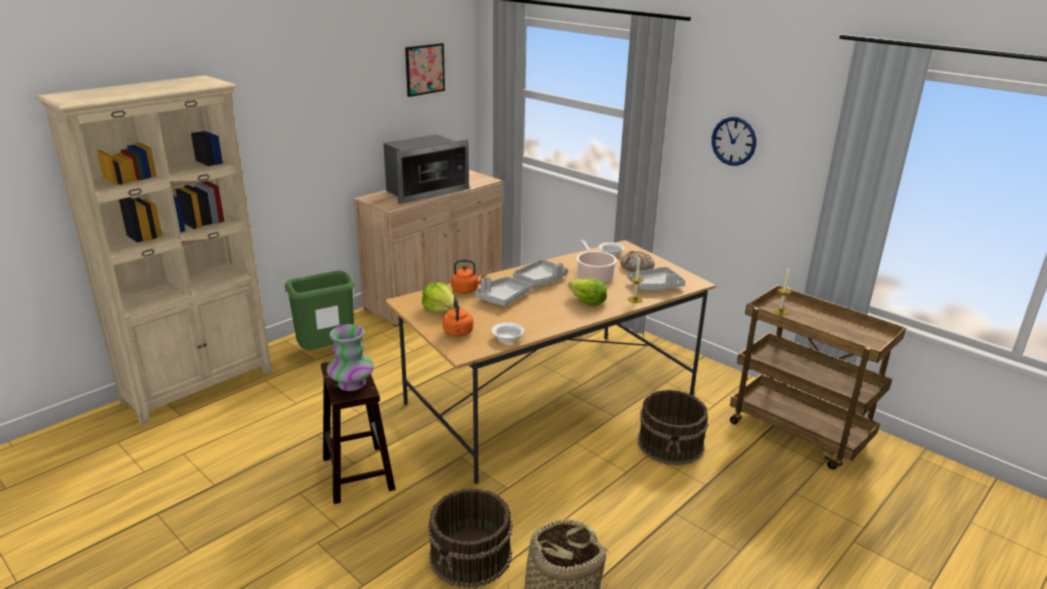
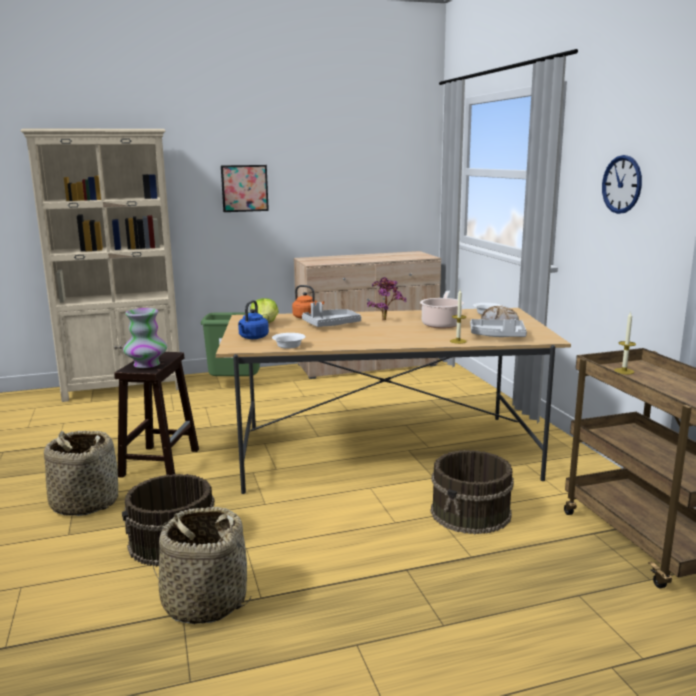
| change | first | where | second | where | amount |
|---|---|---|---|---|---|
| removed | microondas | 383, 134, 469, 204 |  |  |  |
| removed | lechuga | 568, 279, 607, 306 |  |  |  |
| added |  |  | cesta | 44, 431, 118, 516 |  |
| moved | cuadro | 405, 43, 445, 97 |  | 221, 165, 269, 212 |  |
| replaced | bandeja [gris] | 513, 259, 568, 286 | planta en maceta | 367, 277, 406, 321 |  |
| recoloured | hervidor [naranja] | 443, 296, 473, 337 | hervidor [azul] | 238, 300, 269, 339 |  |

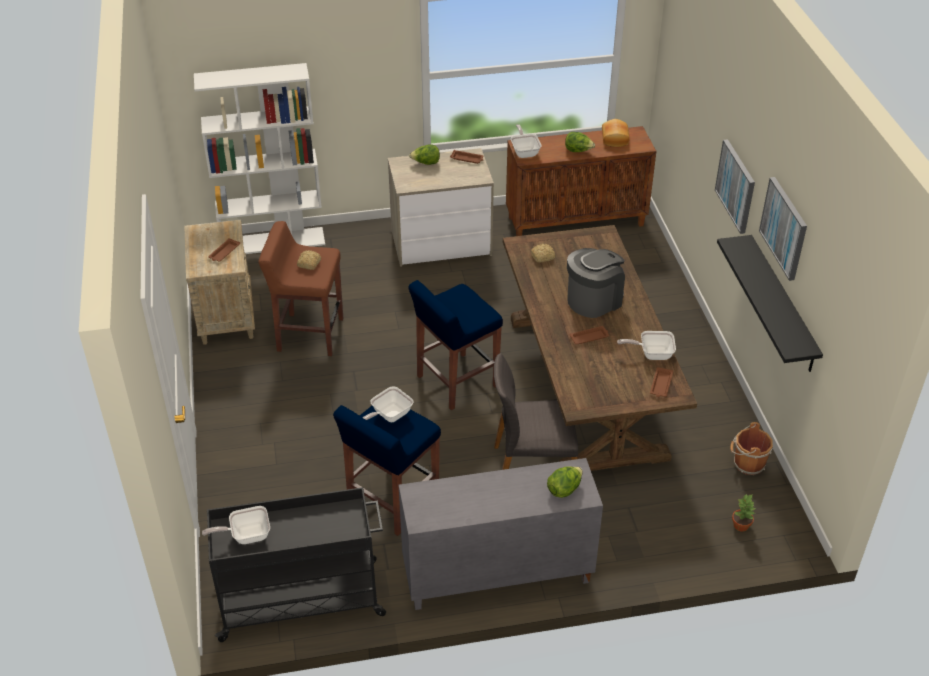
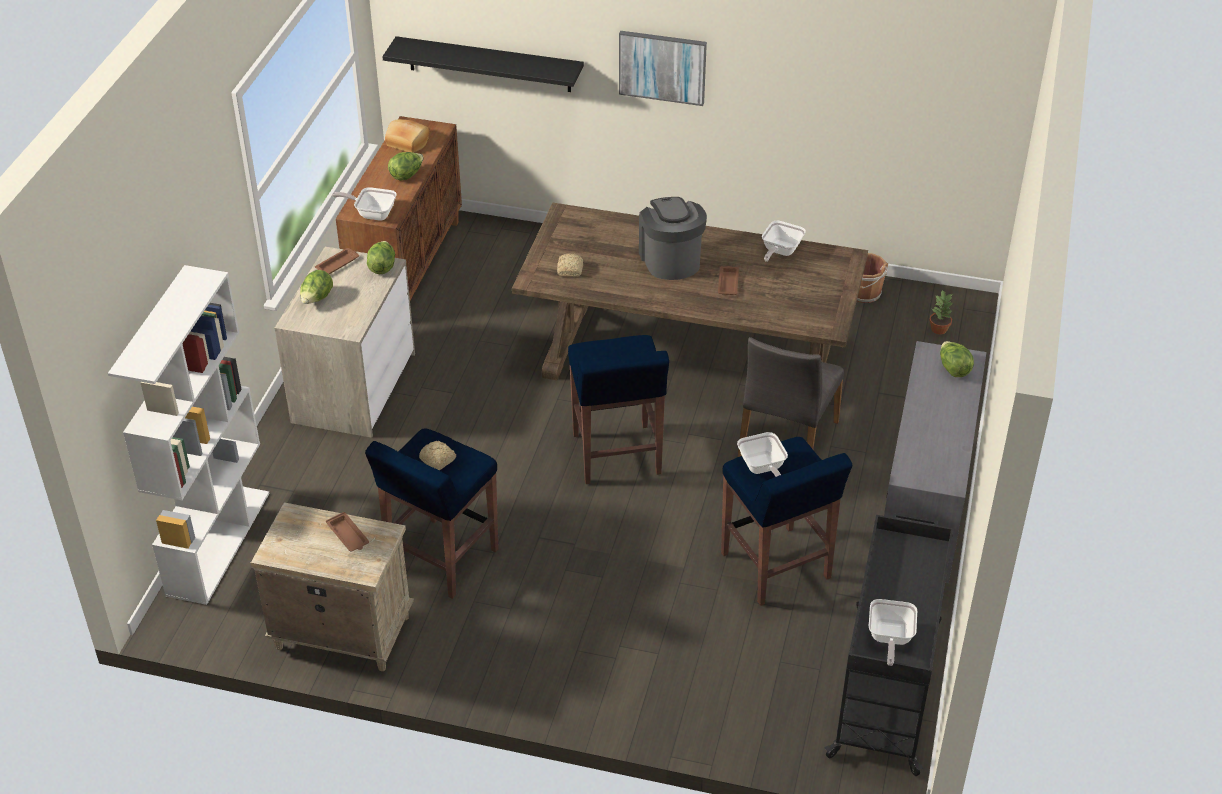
| change | first | where | second | where | amount |
|---|---|---|---|---|---|
| removed | bandeja [marrón] | 650, 367, 673, 397 |  |  |  |
| removed | cuadro | 759, 177, 807, 281 |  |  |  |
| added |  |  | lechuga | 367, 241, 395, 274 |  |
| moved | estante [negro] | 717, 235, 823, 372 |  | 382, 36, 584, 92 |  |
| recoloured | taburete [marrón] | 258, 221, 343, 356 | taburete [azul] | 365, 428, 499, 599 |  |

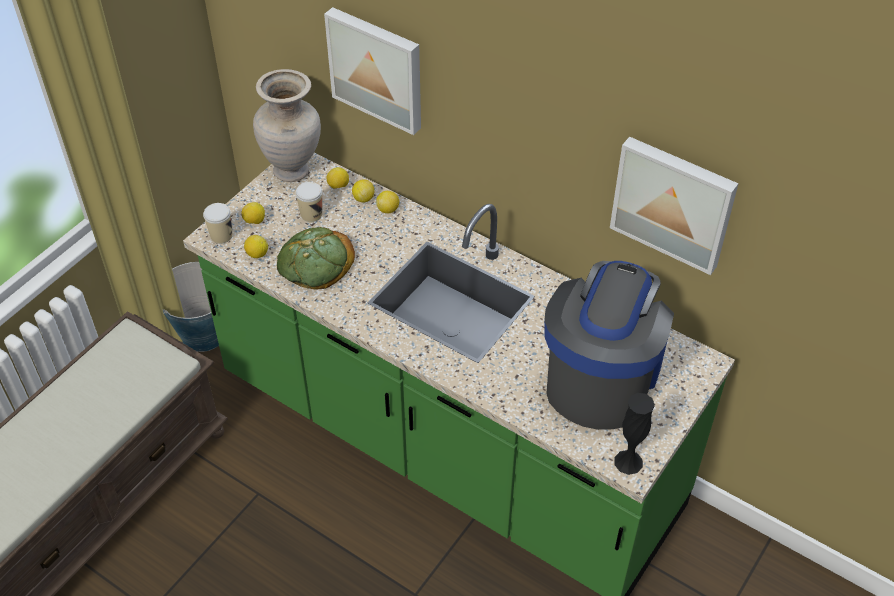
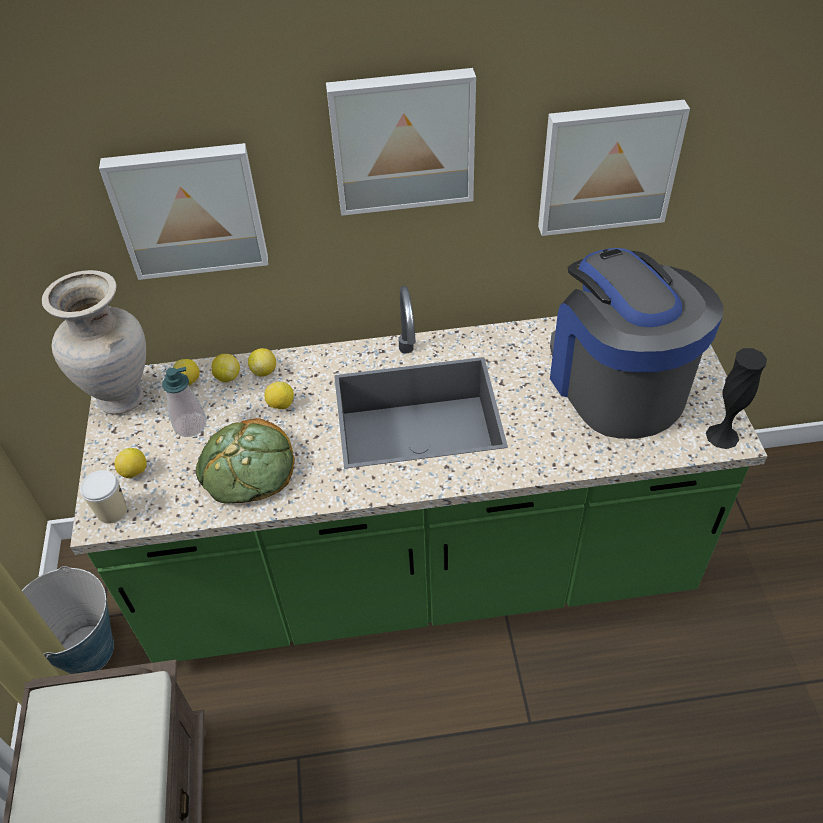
| change | first | where | second | where | amount |
|---|---|---|---|---|---|
| added |  |  | cuadro | 326, 68, 476, 216 |  |
| moved | limón | 244, 235, 268, 258 |  | 264, 382, 294, 409 |  |
| replaced | taza | 295, 182, 322, 222 | dispensador de jabón | 162, 367, 206, 437 |  |

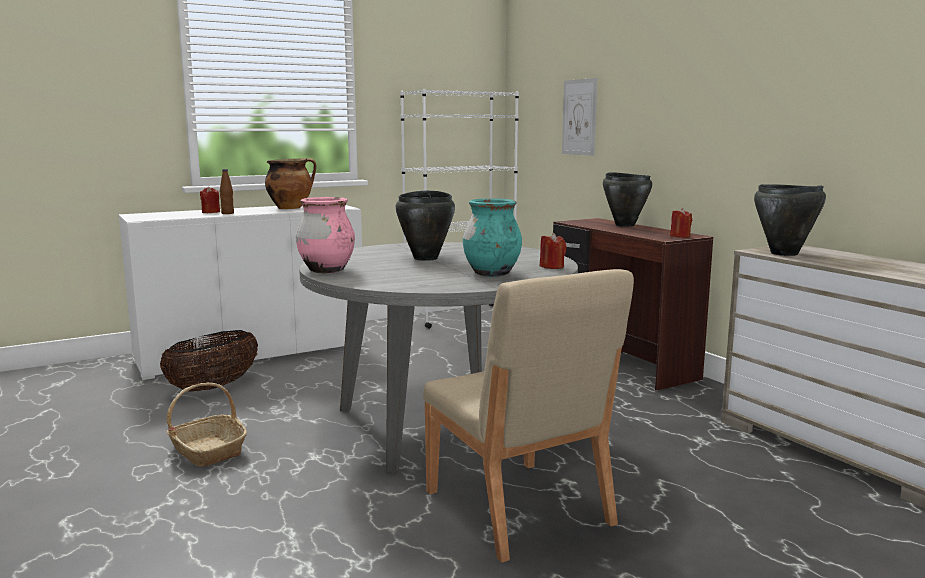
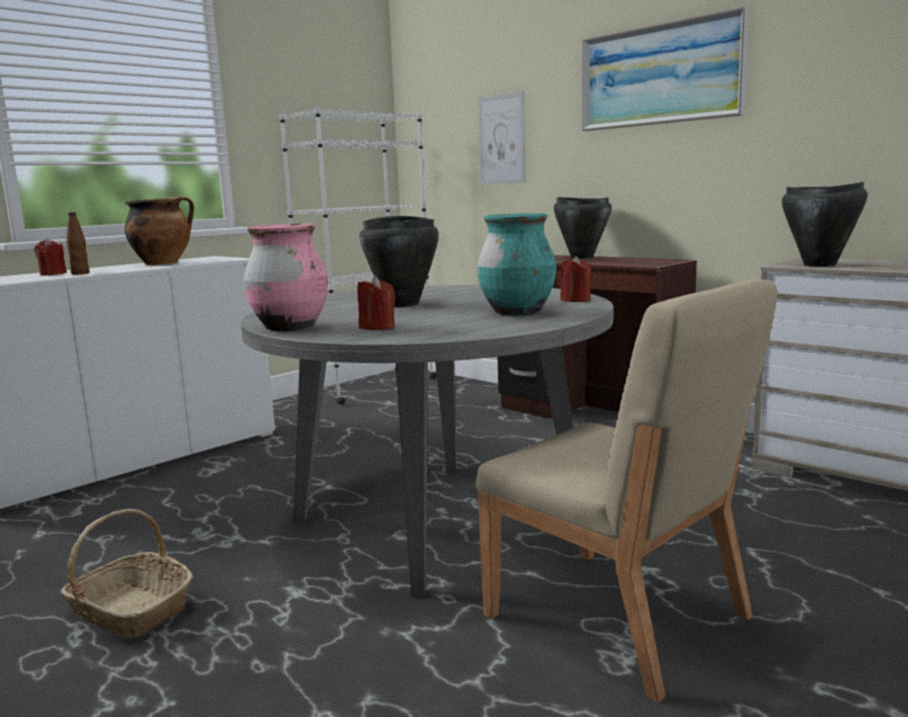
| change | first | where | second | where | amount |
|---|---|---|---|---|---|
| removed | cesta | 160, 330, 258, 392 |  |  |  |
| added |  |  | cuadro | 582, 6, 749, 131 |  |
| moved | vela [rojo] | 670, 208, 692, 238 |  | 358, 276, 396, 330 |  |

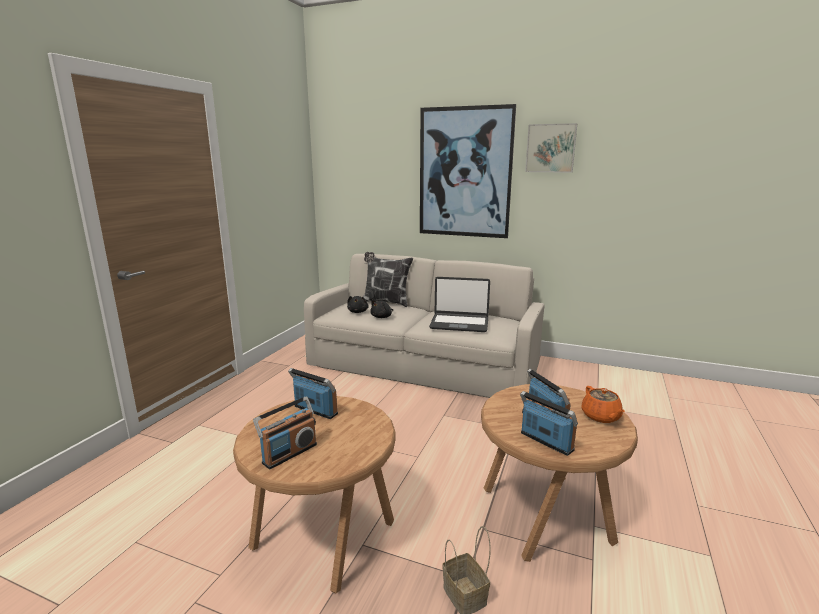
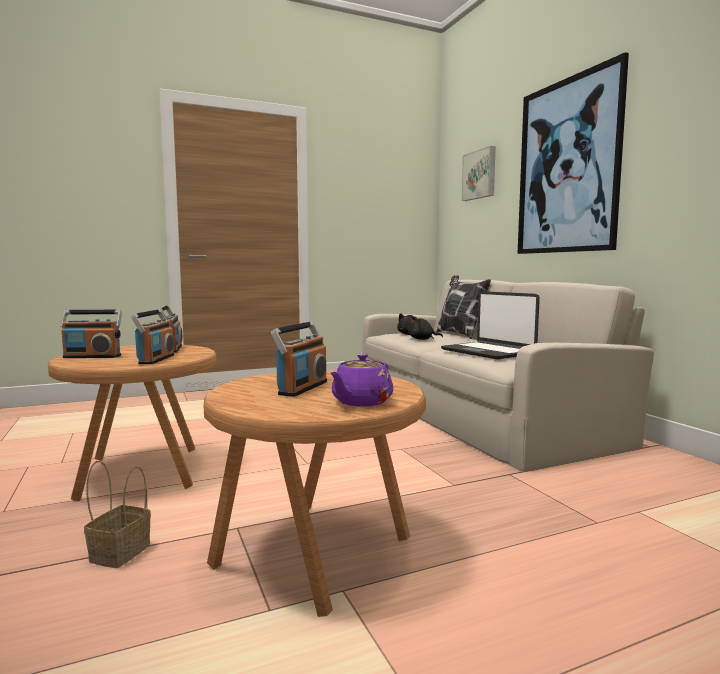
| change | first | where | second | where | amount |
|---|---|---|---|---|---|
| moved | radio | 520, 391, 578, 456 |  | 131, 309, 174, 364 |  |
| moved | cuadro | 525, 123, 577, 173 |  | 462, 146, 496, 201 |  |
| recoloured | tetera [naranja] | 581, 386, 625, 423 | tetera [morado] | 331, 354, 393, 406 |  |

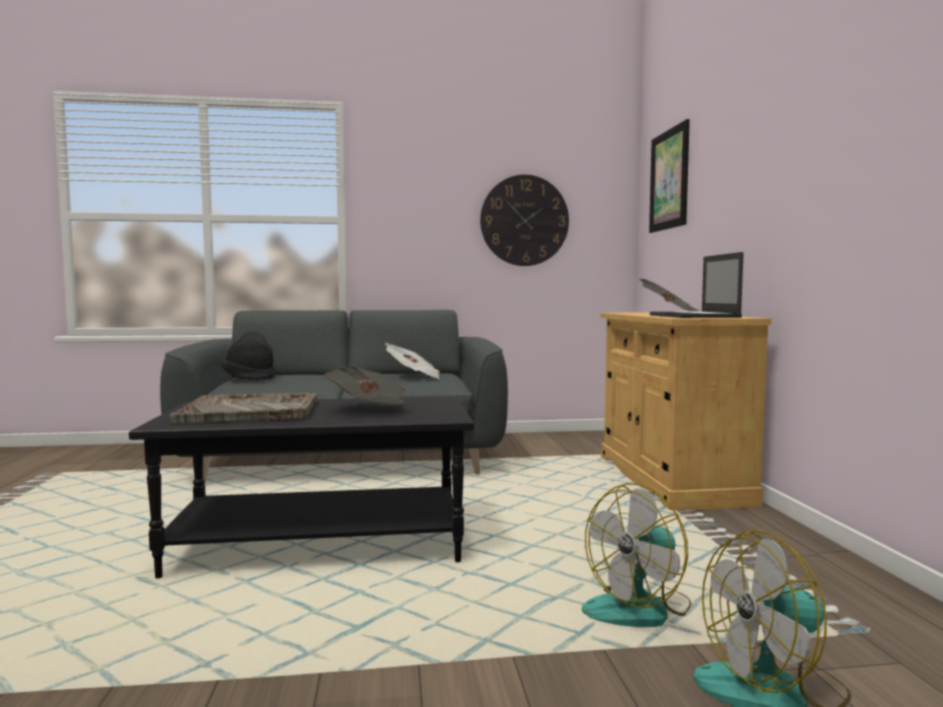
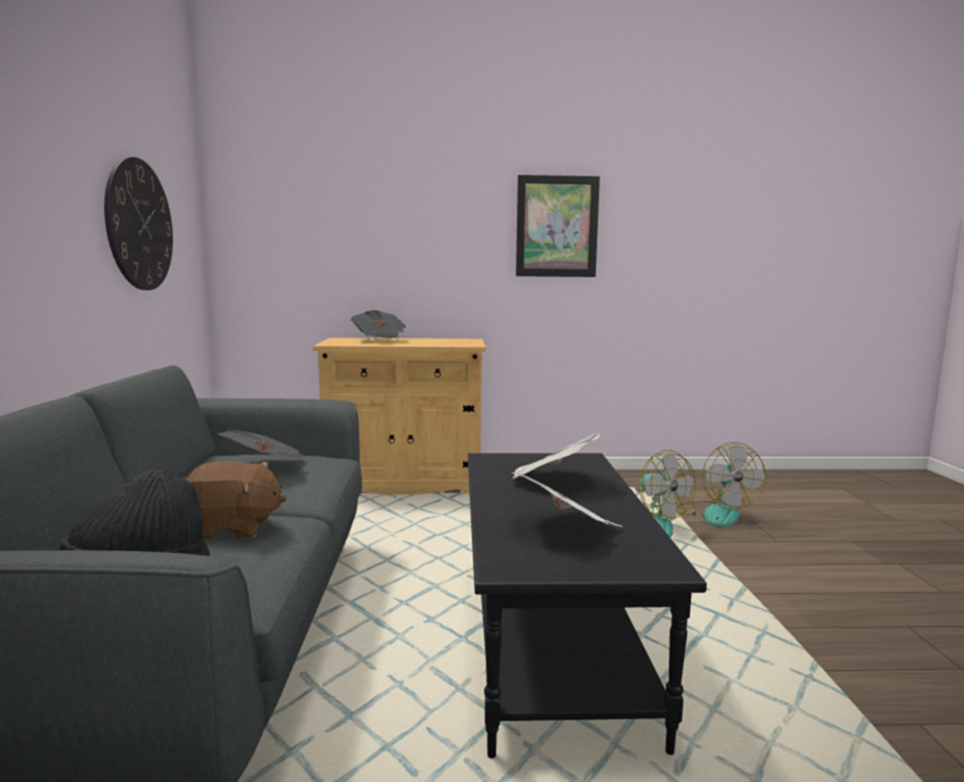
| change | first | where | second | where | amount |
|---|---|---|---|---|---|
| removed | portátil | 650, 252, 744, 318 |  |  |  |
| added |  |  | peluche [marrón] | 185, 461, 287, 539 |  |
| moved | cuadro | 649, 119, 690, 233 |  | 516, 175, 600, 277 |  |
| replaced | bandeja [gris] | 170, 393, 318, 423 | periódico | 512, 472, 622, 526 |  |

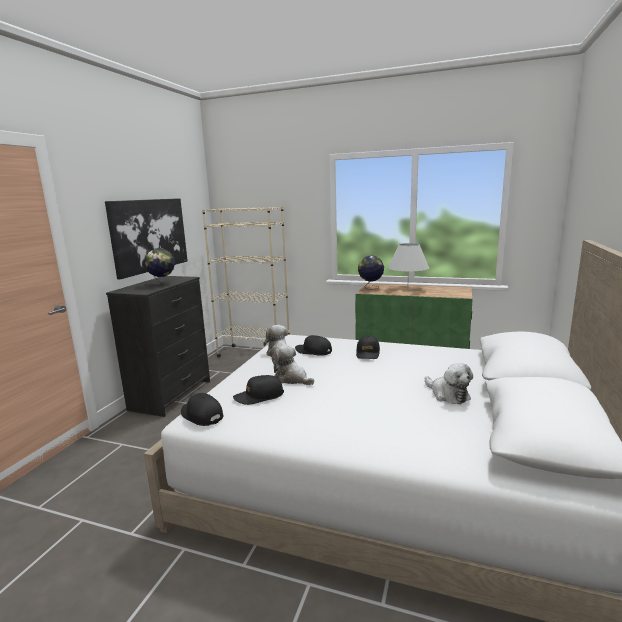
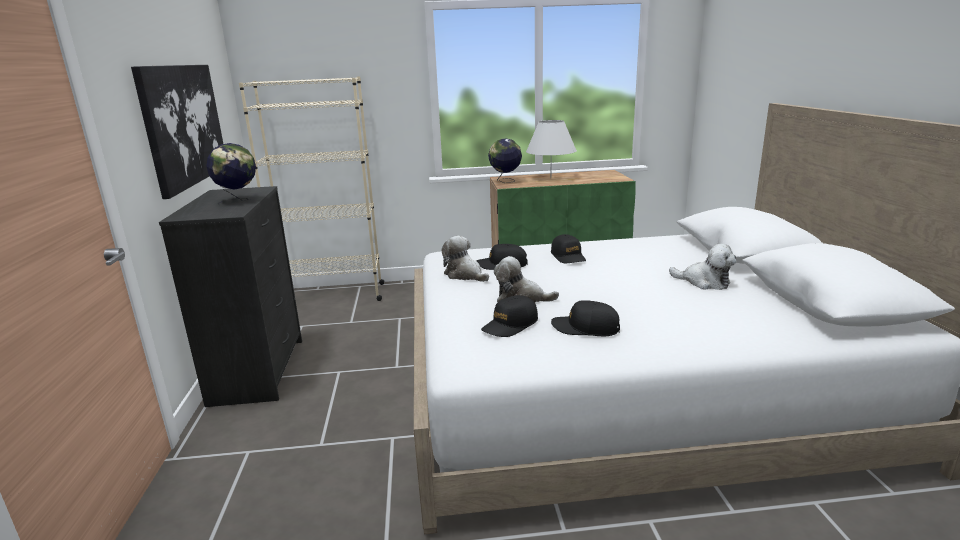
| change | first | where | second | where | amount |
|---|---|---|---|---|---|
| moved | gorra [negro] | 181, 393, 223, 426 |  | 551, 300, 620, 336 |  |

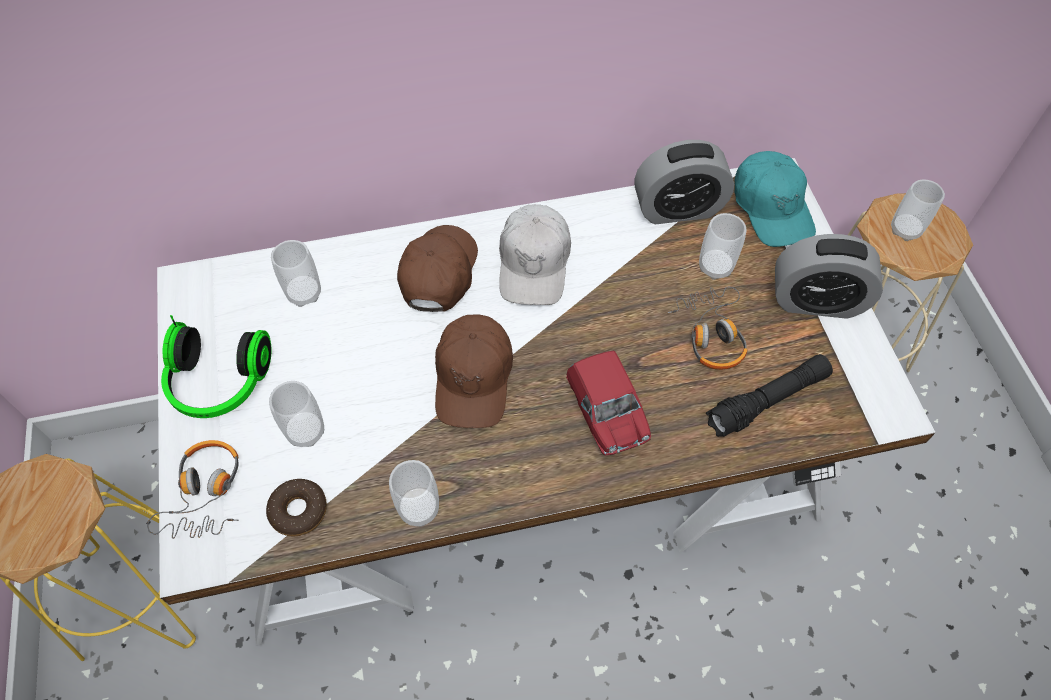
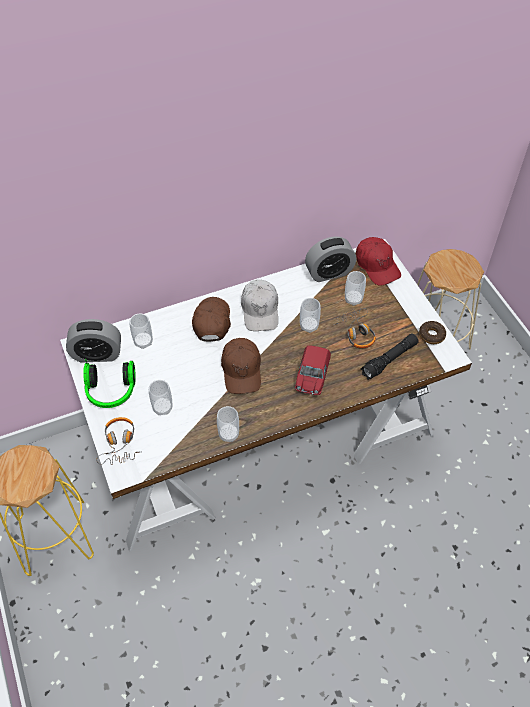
| change | first | where | second | where | amount |
|---|---|---|---|---|---|
| moved | rosquilla | 266, 479, 327, 537 |  | 419, 321, 446, 344 |  |
| moved | despertador | 775, 234, 883, 319 |  | 66, 319, 121, 363 |  |
| moved | taza | 891, 180, 945, 241 |  | 300, 298, 321, 333 |  |
| recoloured | gorra [turquesa] | 735, 151, 816, 247 | gorra [rojo] | 356, 237, 401, 286 |  |
| turned | coche de juguete [rojo] | 566, 351, 651, 456 |  | 295, 345, 331, 395 | 45 degrees clockwise |

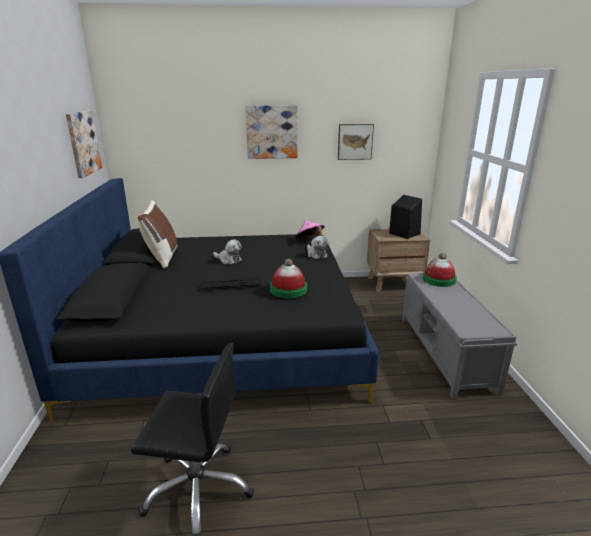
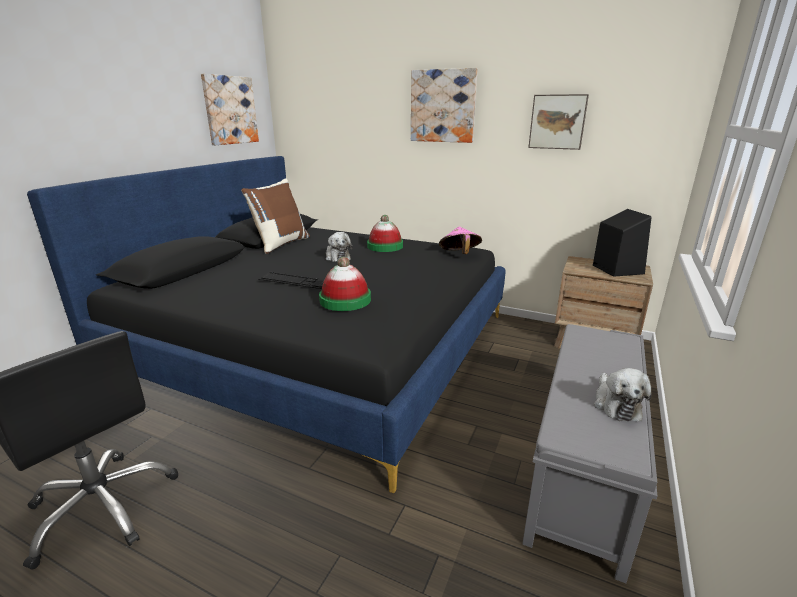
| change | first | where | second | where | amount |
|---|---|---|---|---|---|
| moved | peluche | 307, 236, 329, 259 |  | 594, 368, 651, 421 |  |
| moved | sombrero | 423, 253, 457, 287 |  | 367, 215, 403, 252 |  |

